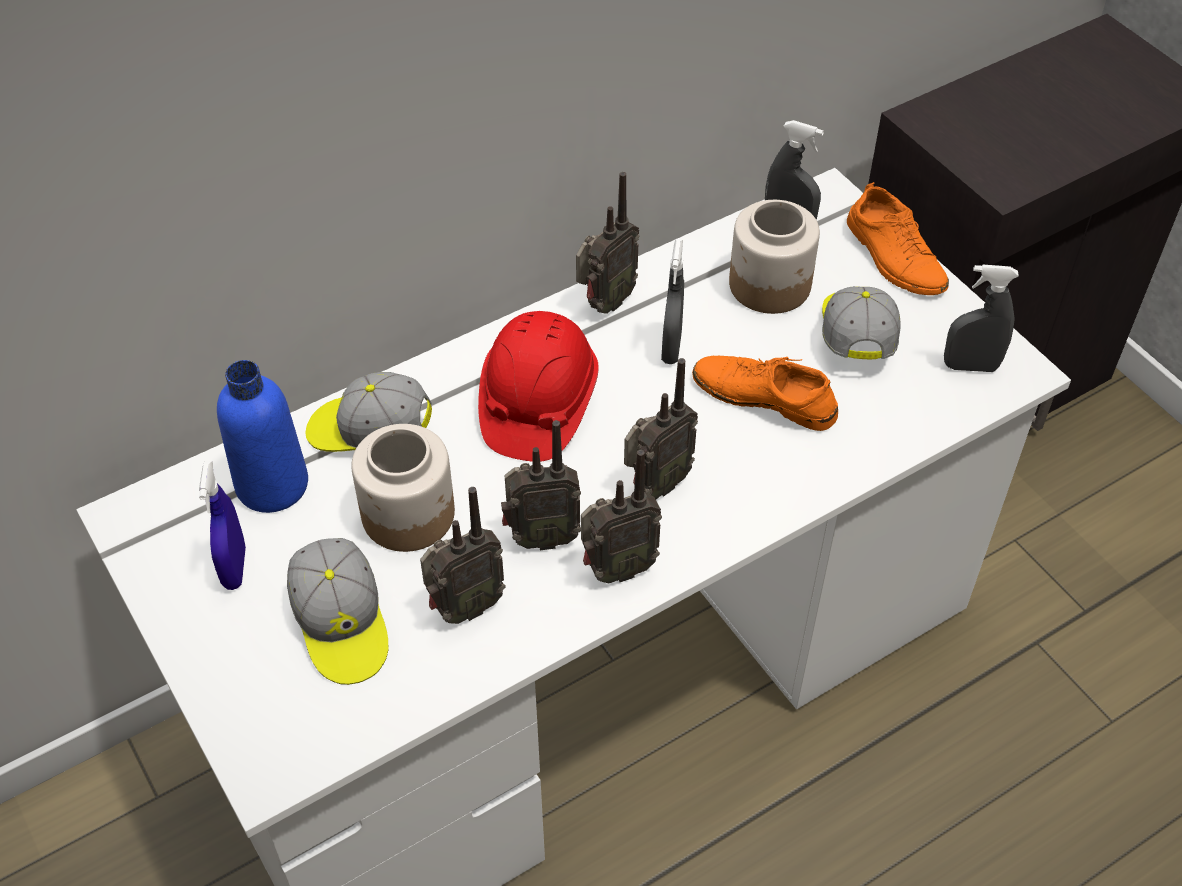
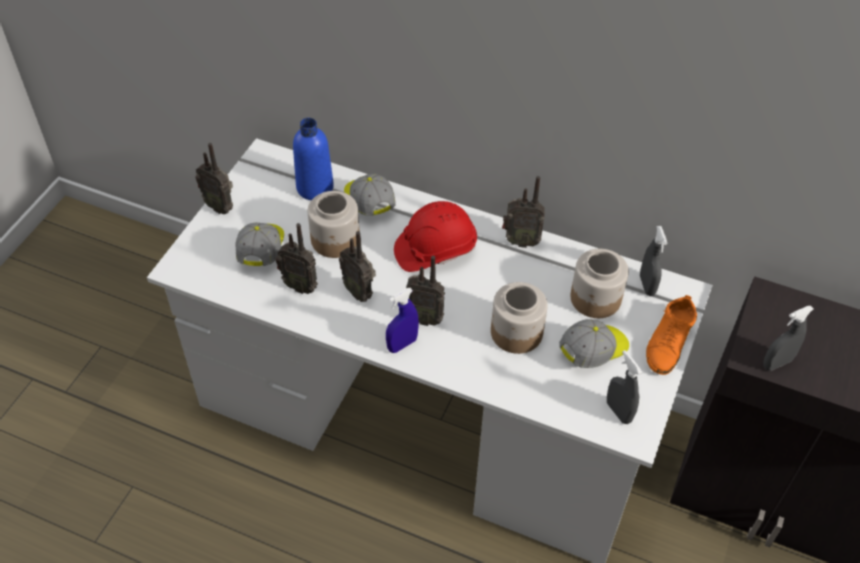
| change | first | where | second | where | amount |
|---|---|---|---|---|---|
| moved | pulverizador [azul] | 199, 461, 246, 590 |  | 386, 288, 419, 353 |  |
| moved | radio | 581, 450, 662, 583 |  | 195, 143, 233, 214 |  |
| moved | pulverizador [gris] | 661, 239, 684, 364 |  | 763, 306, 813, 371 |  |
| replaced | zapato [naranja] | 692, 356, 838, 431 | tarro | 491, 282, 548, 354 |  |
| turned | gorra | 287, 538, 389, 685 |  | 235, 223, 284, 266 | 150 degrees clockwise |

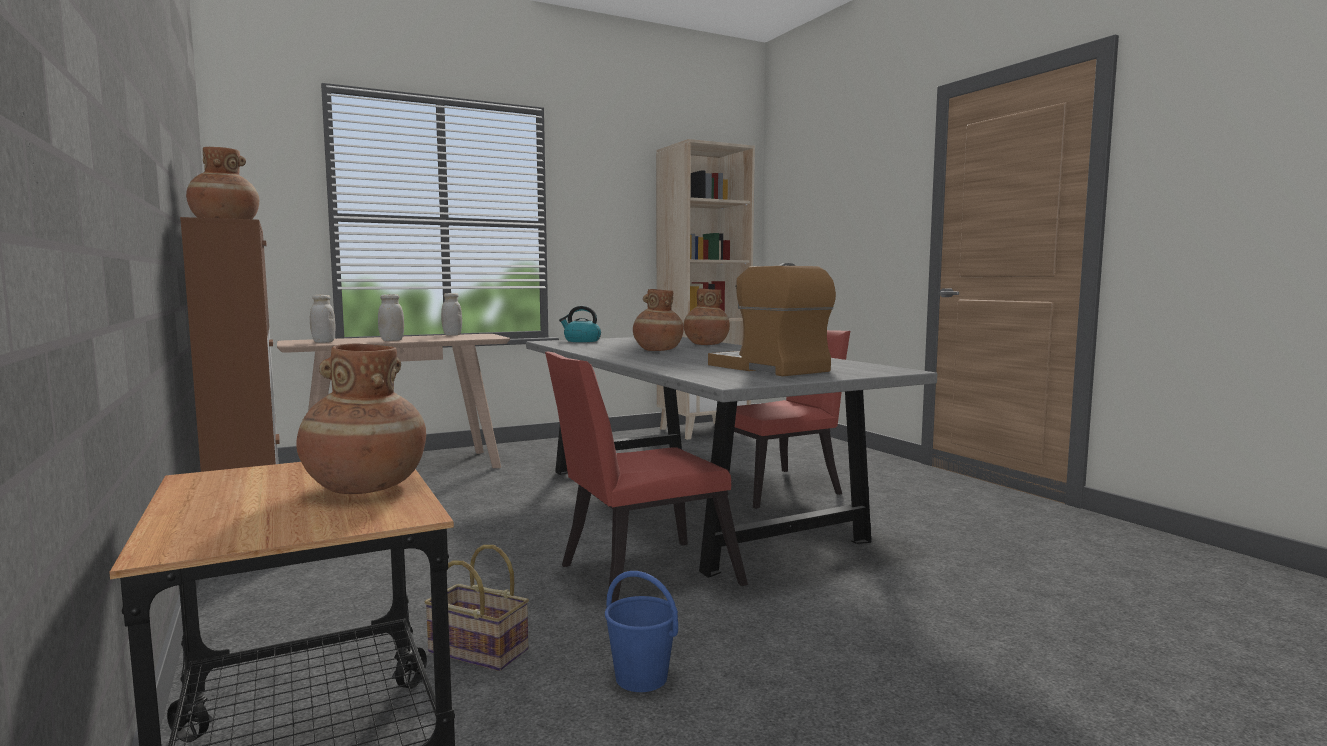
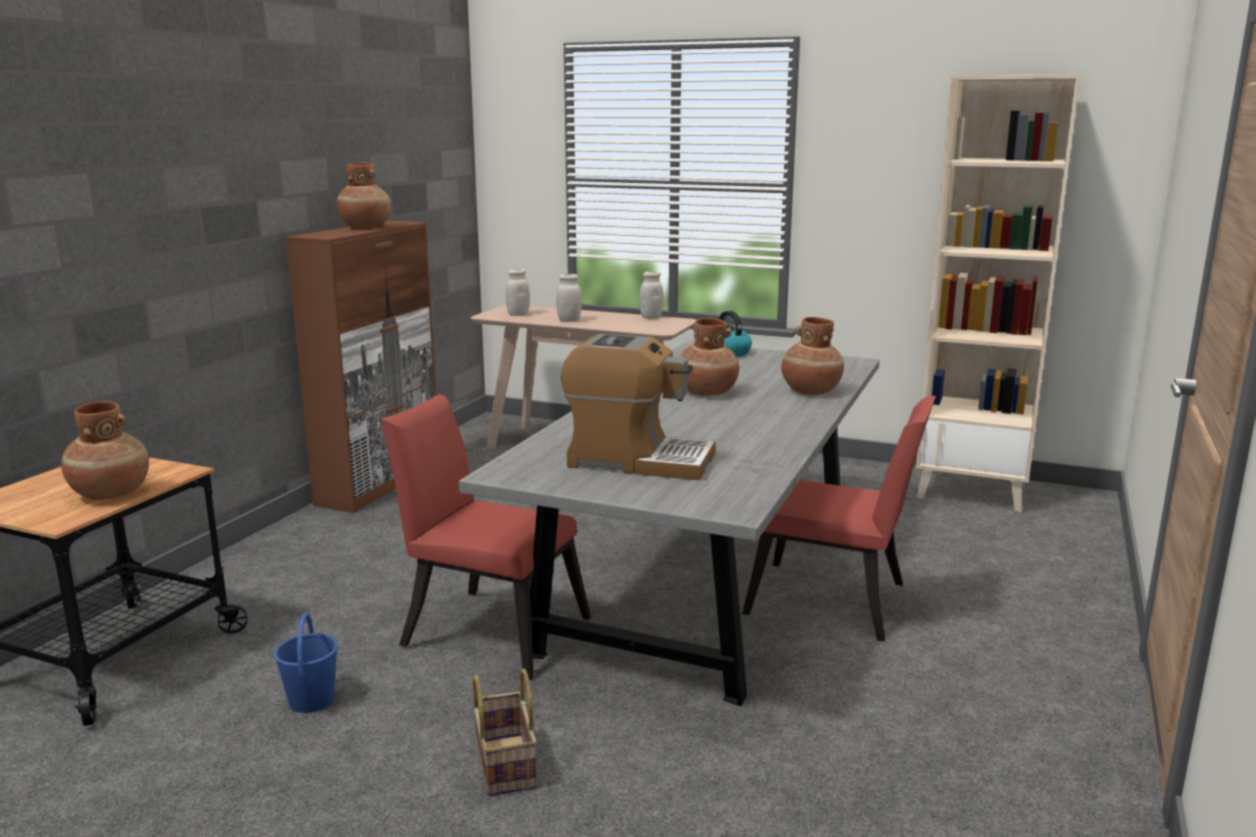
| change | first | where | second | where | amount |
|---|---|---|---|---|---|
| moved | cesta | 424, 545, 529, 671 |  | 472, 669, 537, 796 |  |
| turned | cafetera | 708, 263, 836, 376 |  | 561, 334, 715, 480 | 90 degrees clockwise |

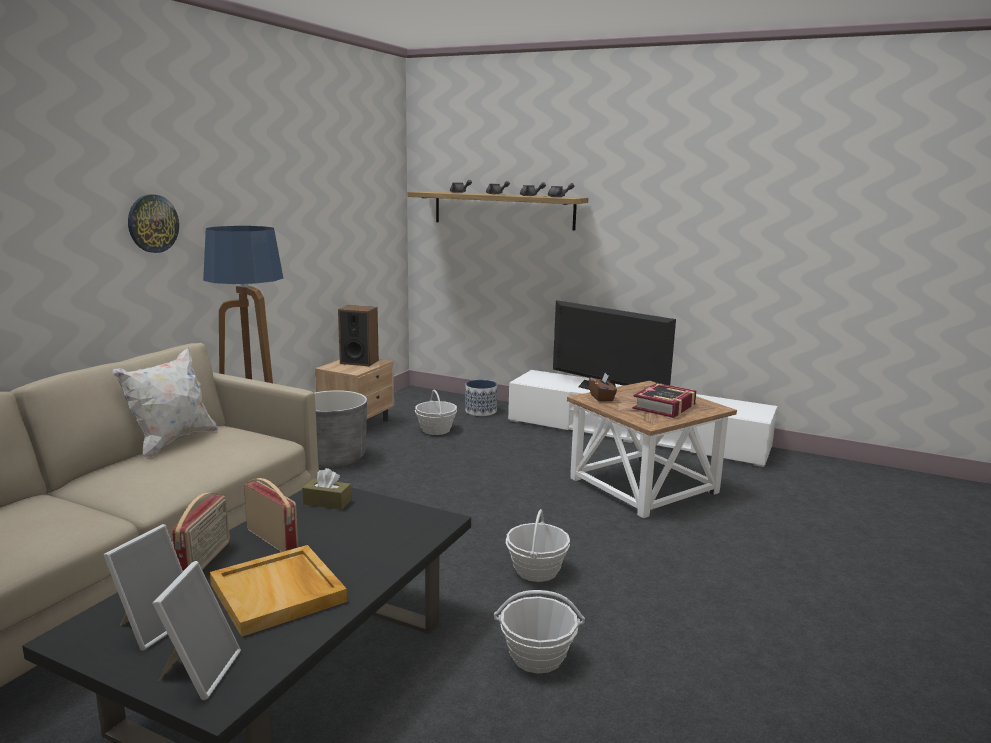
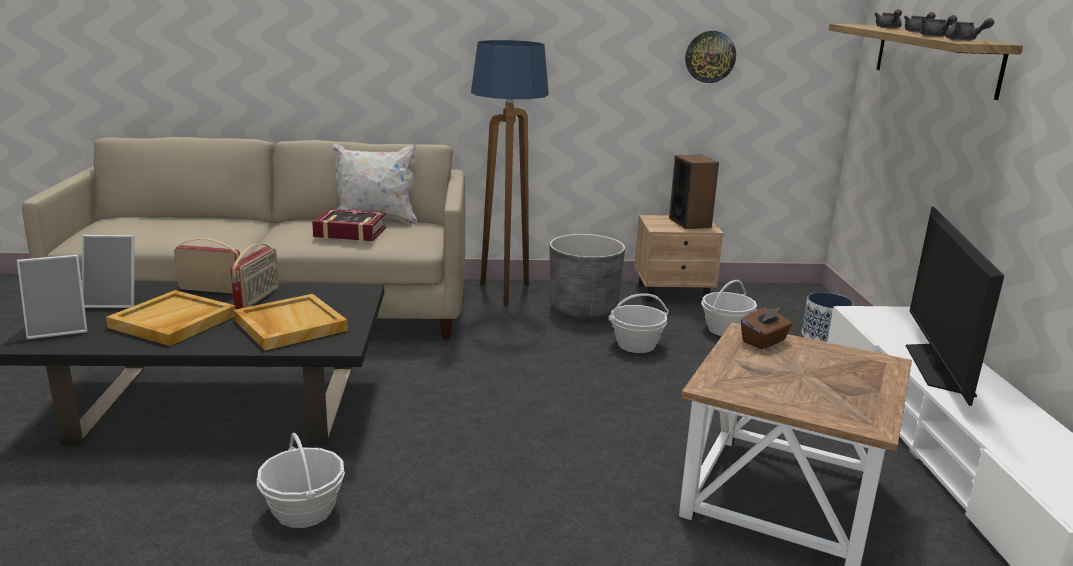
| change | first | where | second | where | amount |
|---|---|---|---|---|---|
| removed | caja de pañuelos [marrón] | 302, 468, 351, 510 |  |  |  |
| added |  |  | bandeja [beis] | 234, 294, 348, 351 |  |
| moved | reloj de pared | 128, 194, 179, 253 |  | 685, 31, 736, 83 |  |
| moved | cesta | 506, 509, 570, 582 |  | 608, 293, 669, 353 |  |
| moved | libro | 633, 383, 697, 418 |  | 312, 209, 386, 241 |  |
| turned | radio | 172, 493, 230, 571 |  | 174, 238, 240, 294 | 150 degrees counterclockwise |

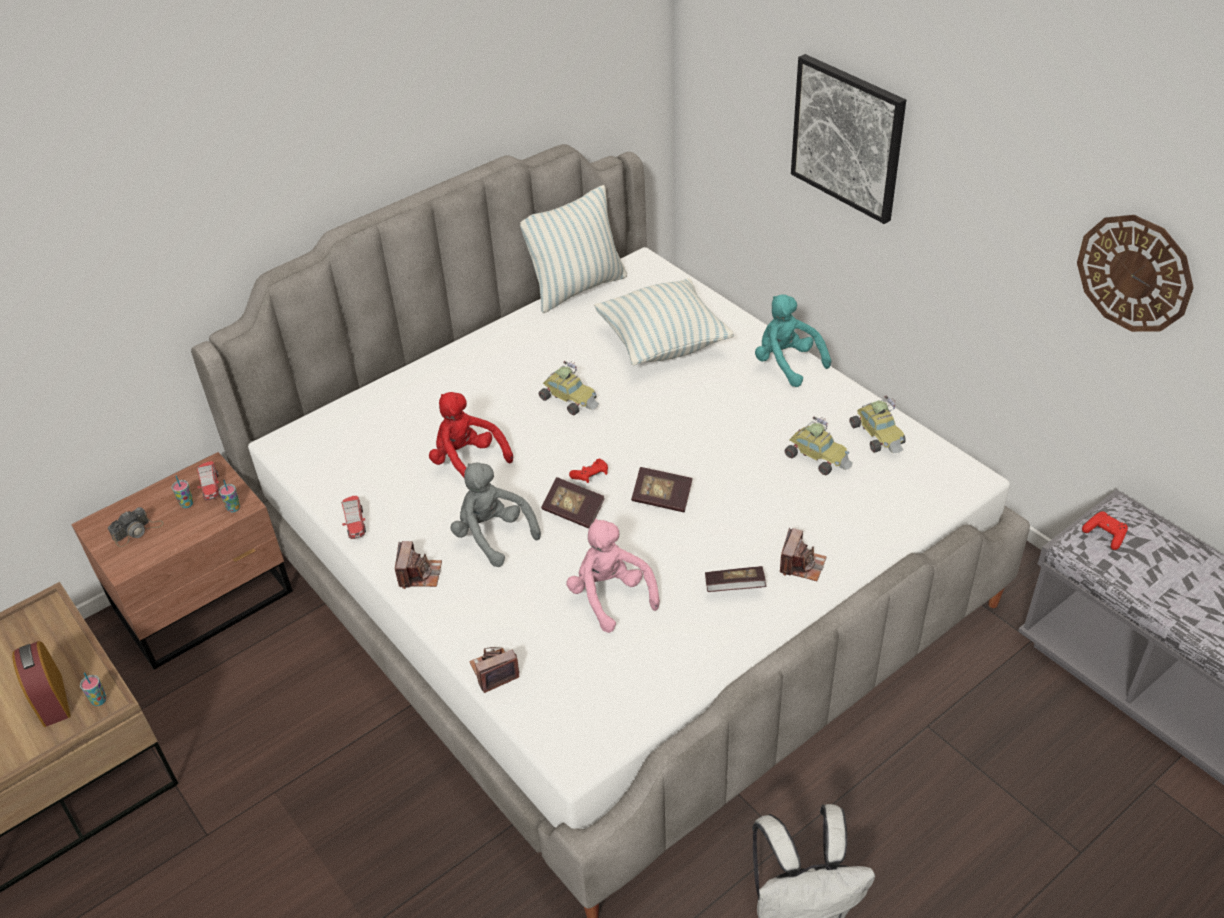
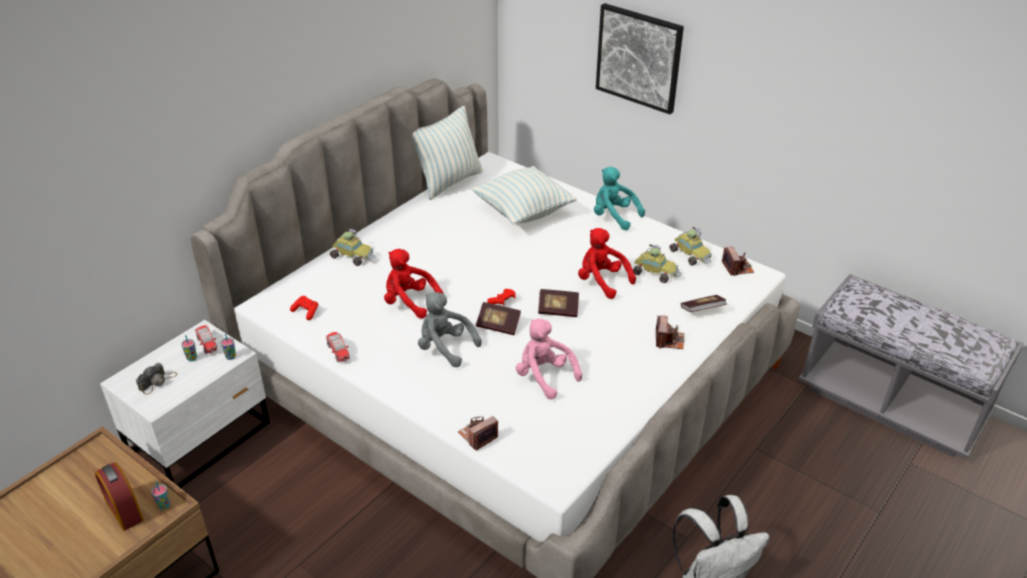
| change | first | where | second | where | amount |
|---|---|---|---|---|---|
| removed | reloj de pared | 1077, 215, 1194, 332 |  |  |  |
| added |  |  | peluche [rojo] | 578, 228, 636, 299 |  |
| moved | cámara | 395, 541, 442, 589 |  | 722, 246, 754, 276 |  |
| moved | coche de juguete | 539, 361, 599, 415 |  | 330, 228, 376, 266 |  |
| moved | libro | 705, 566, 767, 592 |  | 681, 295, 726, 312 |  |
| moved | mando de consola [rojo] | 1082, 511, 1128, 550 |  | 290, 296, 318, 320 |  |
| recoloured | mesita de noche [marrón] | 71, 452, 293, 670 | mesita de noche [blanco] | 100, 320, 270, 488 |  |

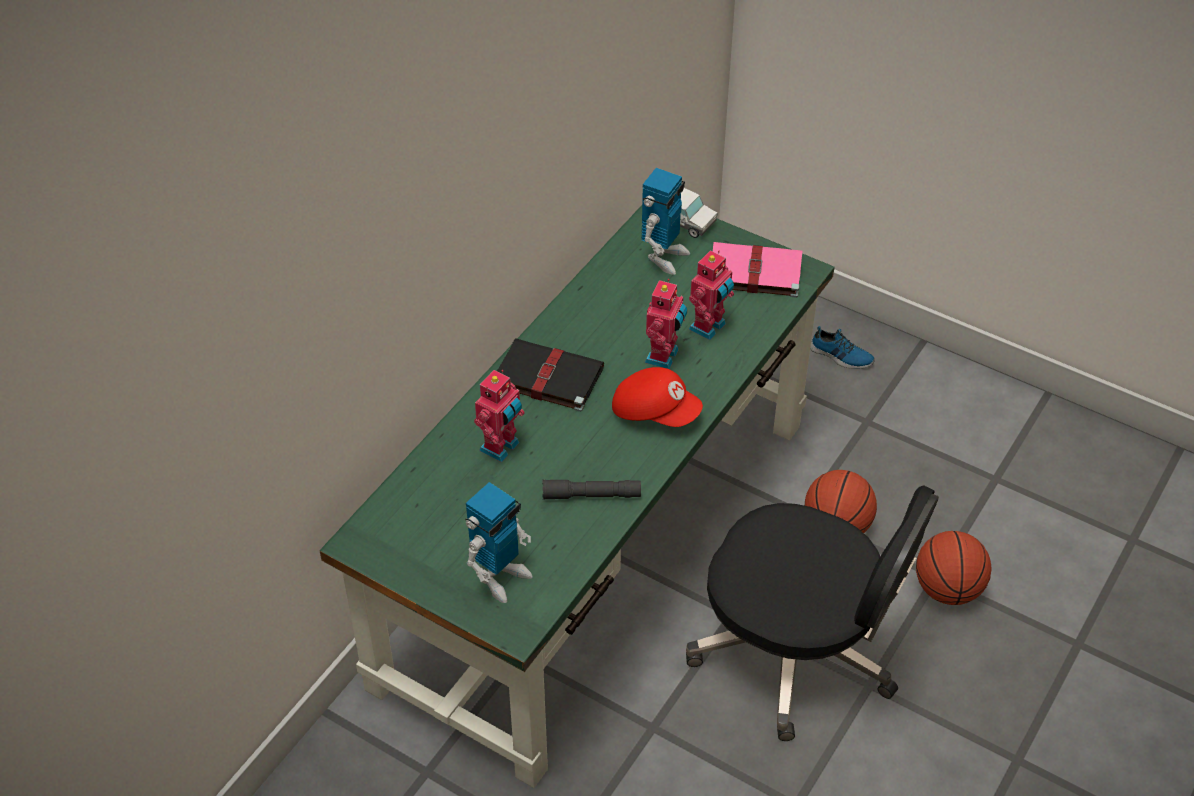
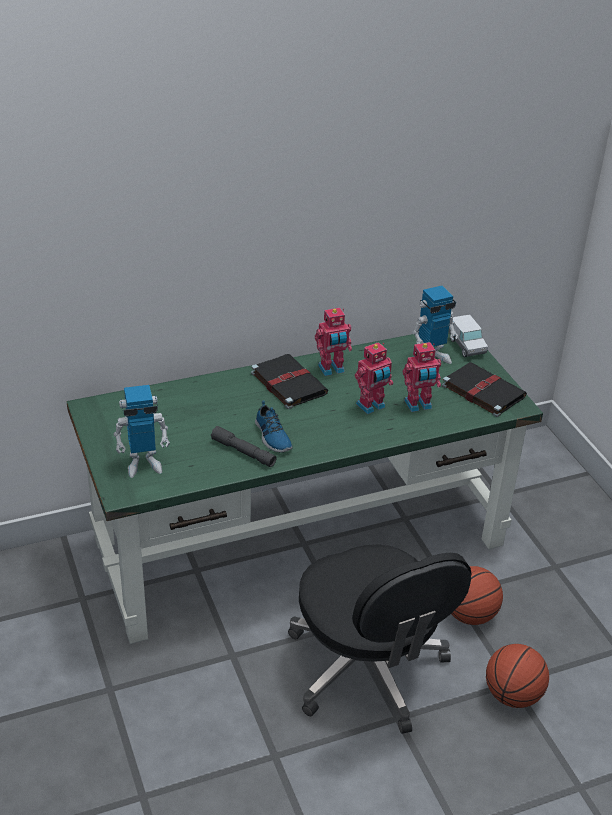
| change | first | where | second | where | amount |
|---|---|---|---|---|---|
| removed | gorra [rojo] | 612, 367, 703, 427 |  |  |  |
| moved | robot de juguete | 474, 370, 525, 462 |  | 315, 308, 352, 376 |  |
| moved | zapato | 810, 326, 875, 369 |  | 255, 400, 293, 452 |  |
| recoloured | libro [rosa] | 713, 242, 802, 298 | libro [negro] | 442, 362, 527, 417 |  |

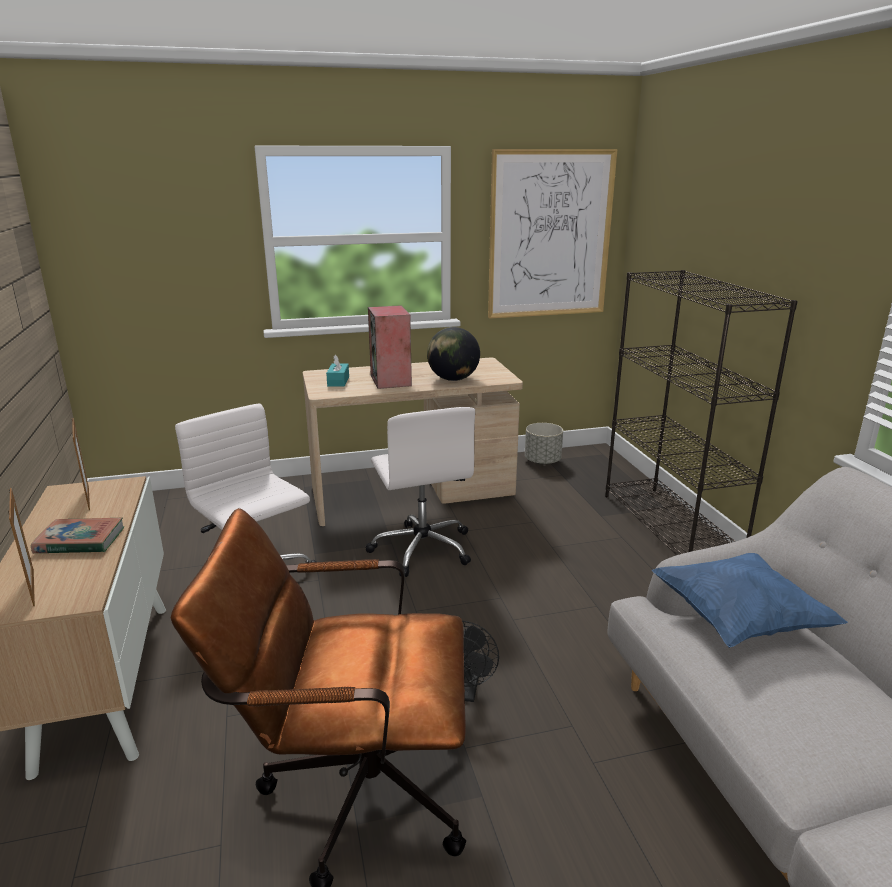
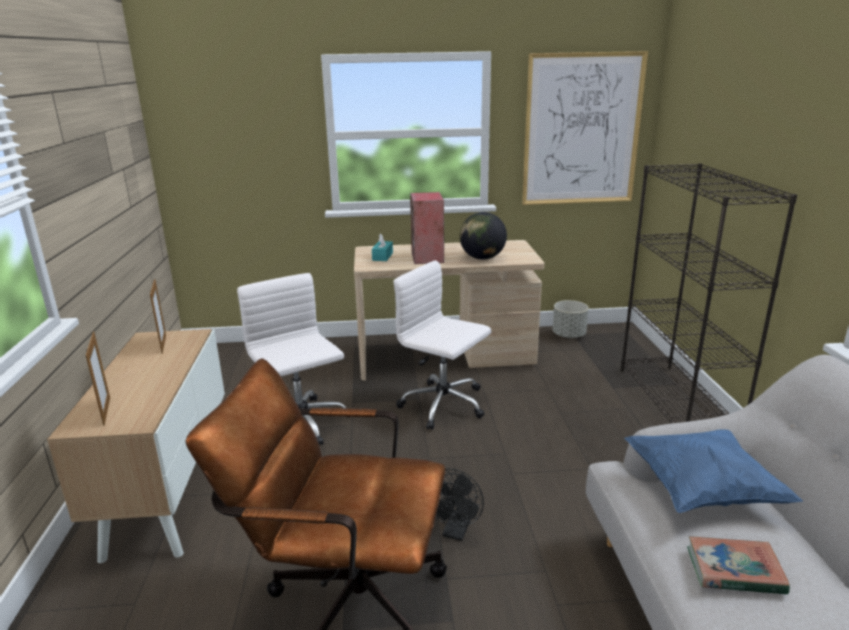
| change | first | where | second | where | amount |
|---|---|---|---|---|---|
| moved | libro | 31, 517, 124, 553 |  | 687, 536, 790, 595 |  |
| turned | silla de oficina [blanco] | 365, 407, 475, 577 |  | 393, 260, 492, 430 | 135 degrees clockwise |

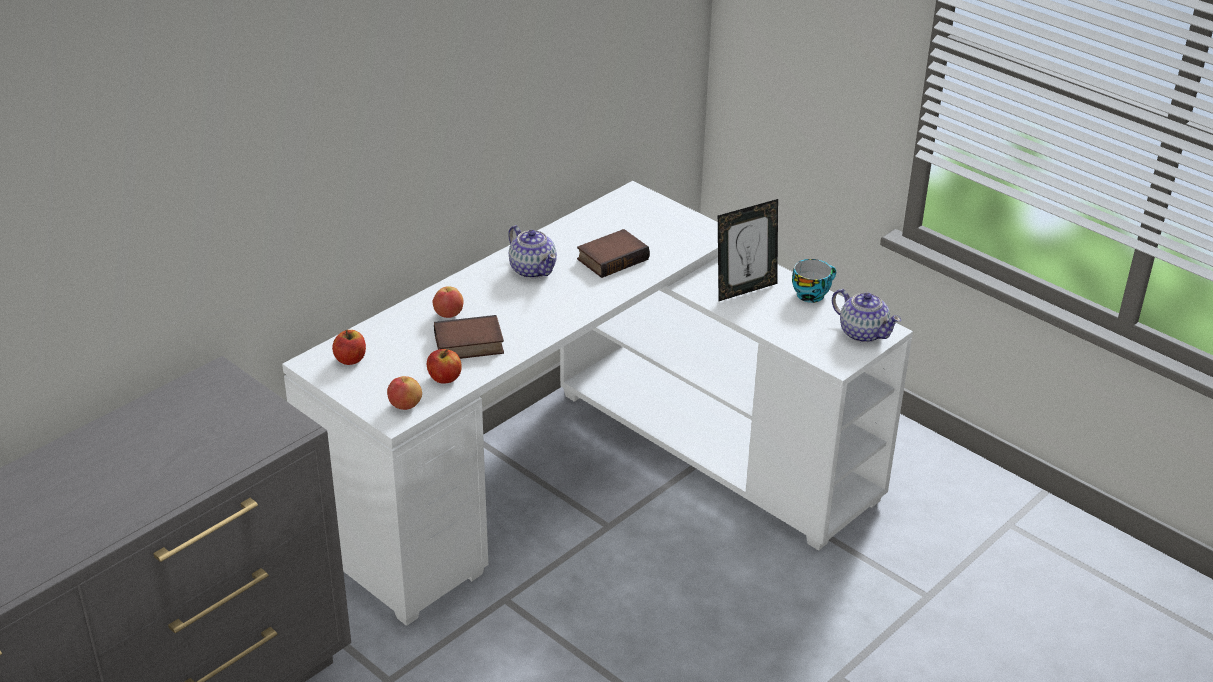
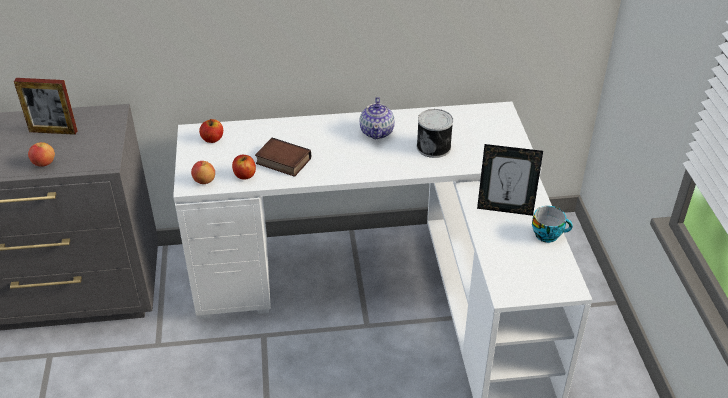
| change | first | where | second | where | amount |
|---|---|---|---|---|---|
| removed | tetera | 832, 289, 901, 343 |  |  |  |
| added |  |  | portarretratos | 14, 78, 78, 135 |  |
| moved | manzana | 433, 286, 463, 318 |  | 28, 142, 55, 167 |  |
| replaced | libro | 577, 229, 650, 278 | lata | 417, 109, 453, 158 |  |

